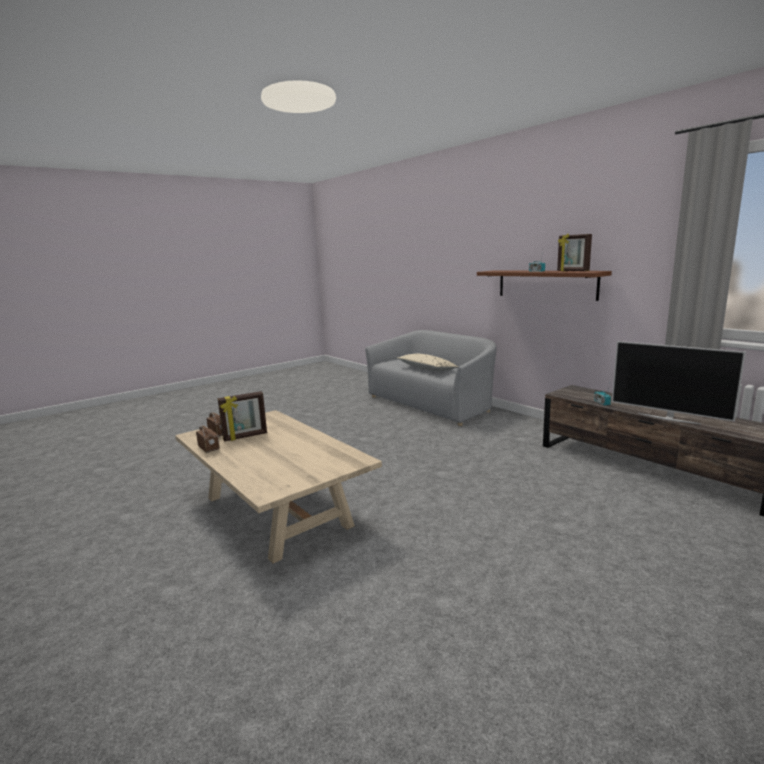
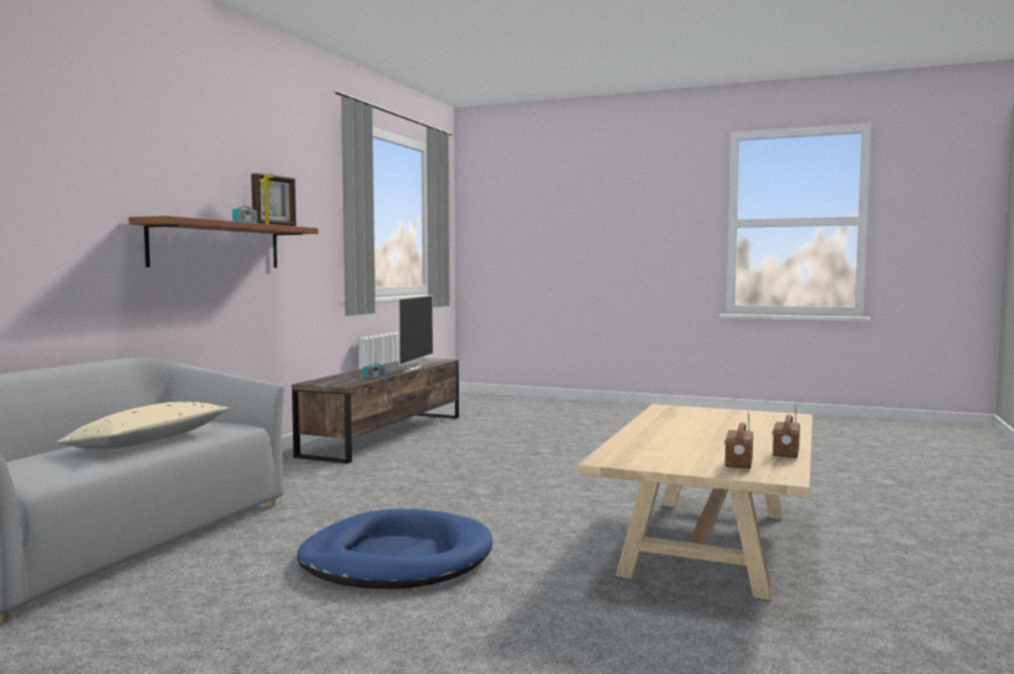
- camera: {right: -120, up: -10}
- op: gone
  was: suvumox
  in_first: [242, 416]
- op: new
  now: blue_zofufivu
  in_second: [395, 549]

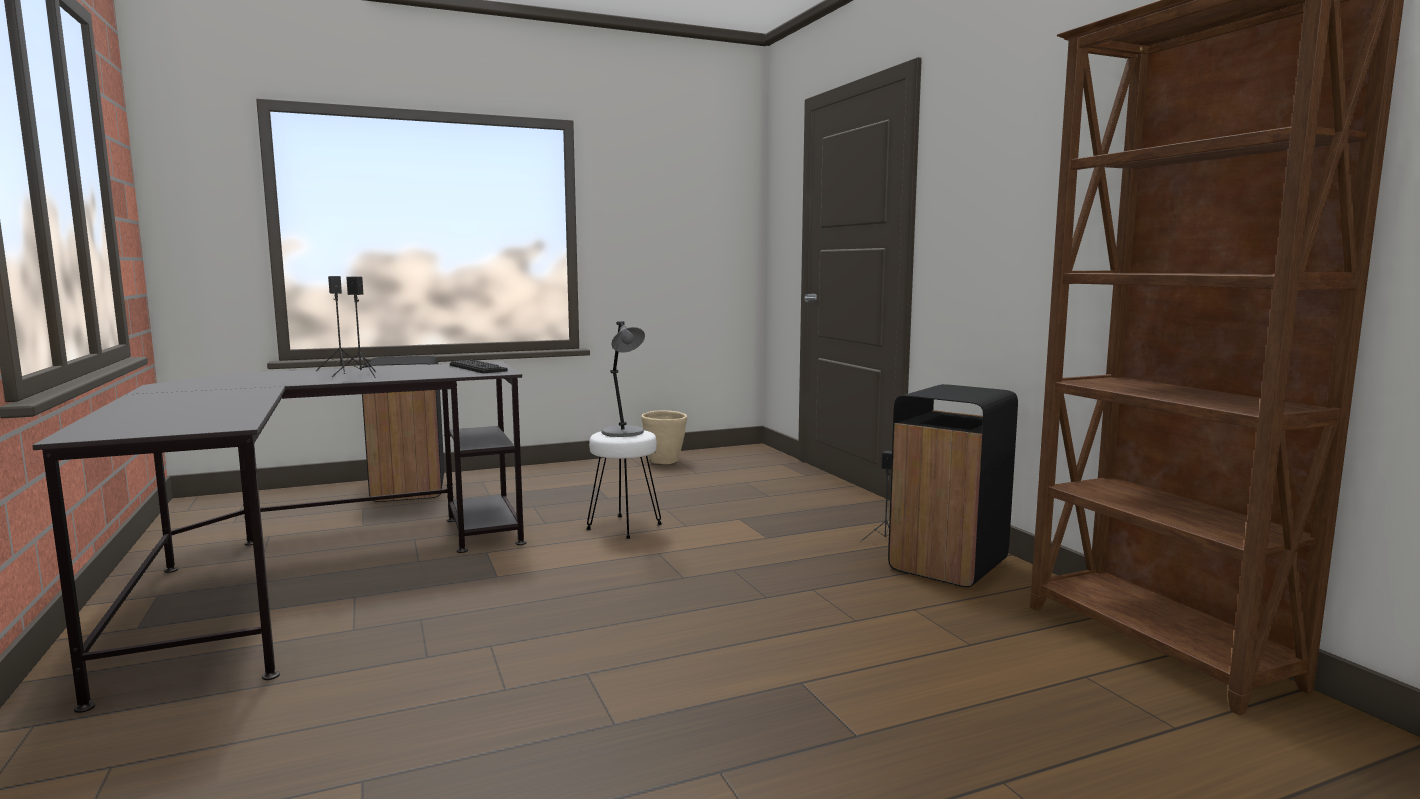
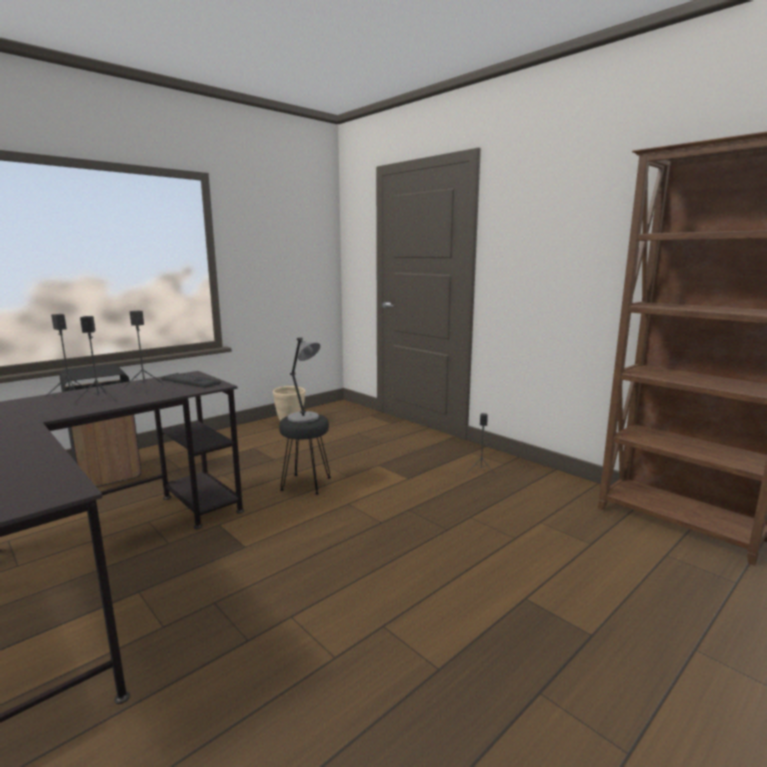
- camera: {right: -20, up: 5}
- op: repainted
  was: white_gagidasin
  now: black_gagidasin
  in_first: [624, 484]
  in_second: [305, 454]
- op: gone
  was: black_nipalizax
  in_first: [953, 485]
- op: new
  now: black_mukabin
  in_second: [143, 351]

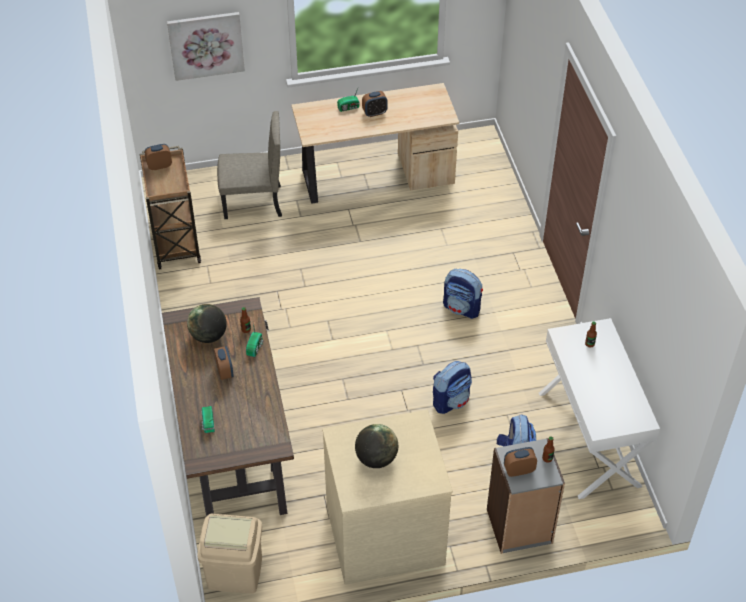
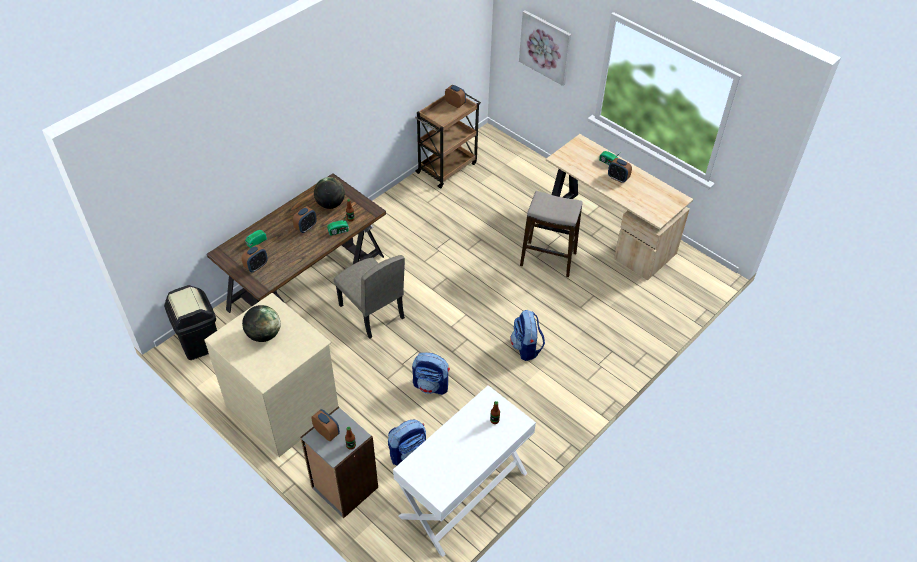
- camera: {right: 55, up: 0}
- op: repainted
  was: beige_nipalizax
  now: black_nipalizax
  in_first: [229, 553]
  in_second: [190, 322]
- op: shifted
  was: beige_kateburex
  in_first: [249, 165]
  in_second: [369, 297]
- op: new
  now: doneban
  in_second: [254, 258]
- op: new
  now: gagidasin
  in_second: [551, 234]

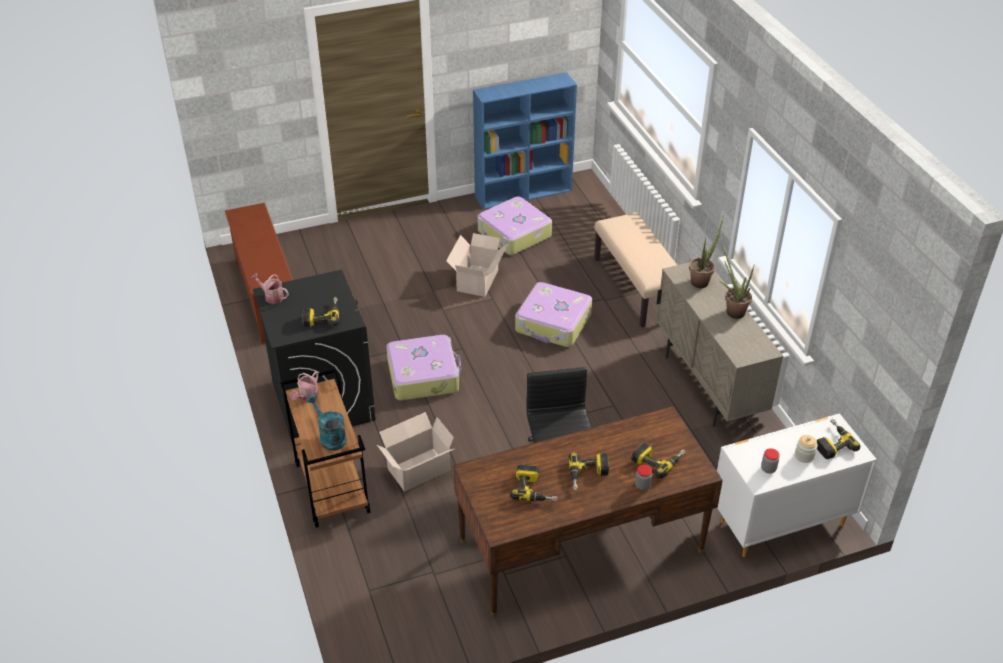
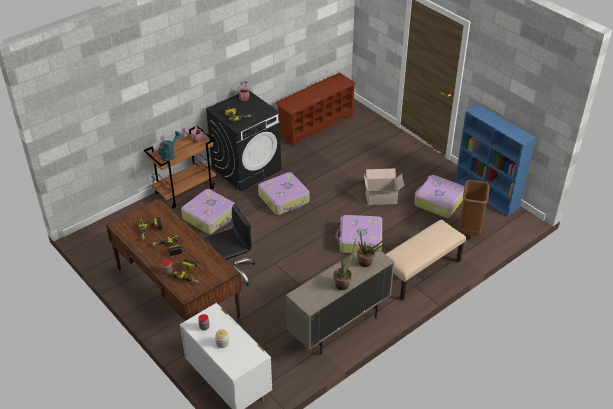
- camera: {right: 70, up: 0}
- op: swapped
  was: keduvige
  now: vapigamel
  in_first: [415, 451]
  in_second: [208, 211]
- op: gone
  was: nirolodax
  in_first: [838, 439]
- op: new
  now: brown_nipalizax
  in_second: [474, 208]

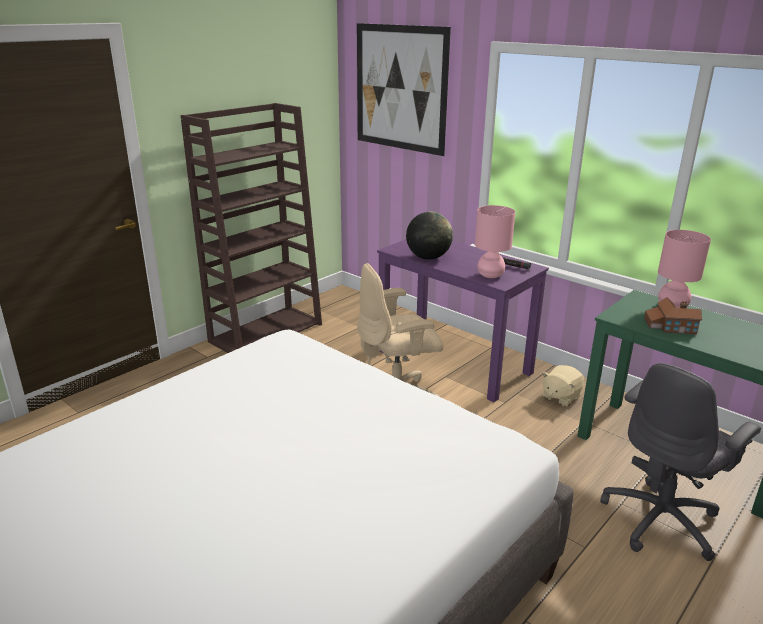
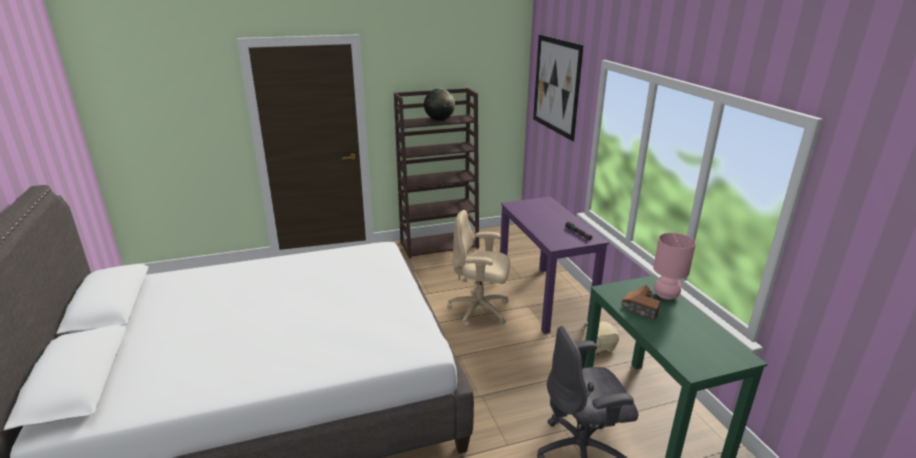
- camera: {right: 30, up: 0}
- op: shifted
  was: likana
  in_first: [429, 236]
  in_second: [439, 104]
- op: gone
  was: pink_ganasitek
  in_first: [495, 241]

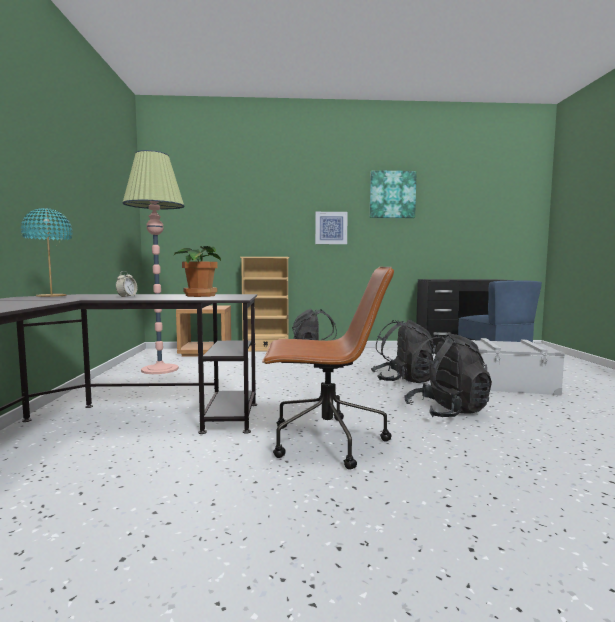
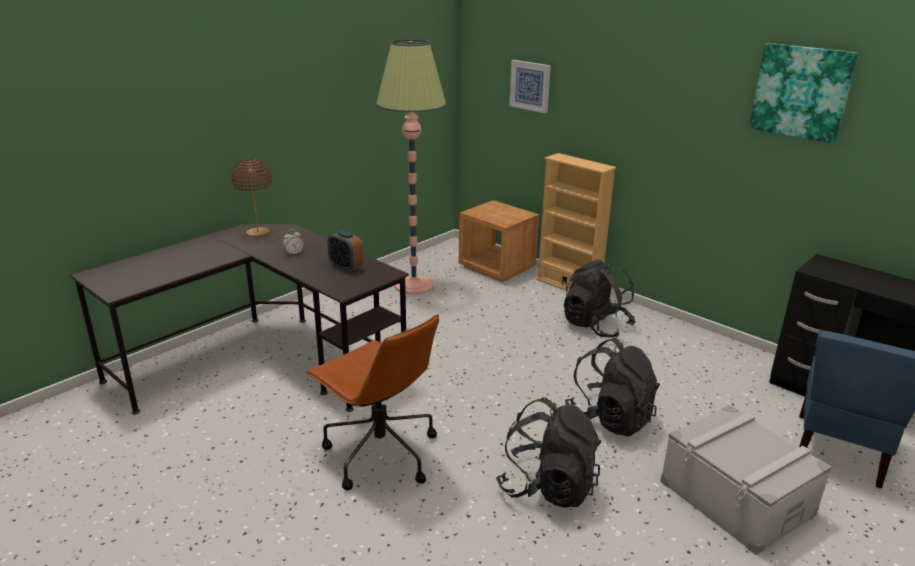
- camera: {right: 45, up: 20}
- op: repainted
  was: turquoise_ganasitek
  now: brown_ganasitek
  in_first: [47, 252]
  in_second: [251, 198]
- op: swapped
  was: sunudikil
  now: doneban
  in_first: [197, 271]
  in_second: [345, 251]
- op: shifted
  was: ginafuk
  in_first: [331, 228]
  in_second: [530, 86]

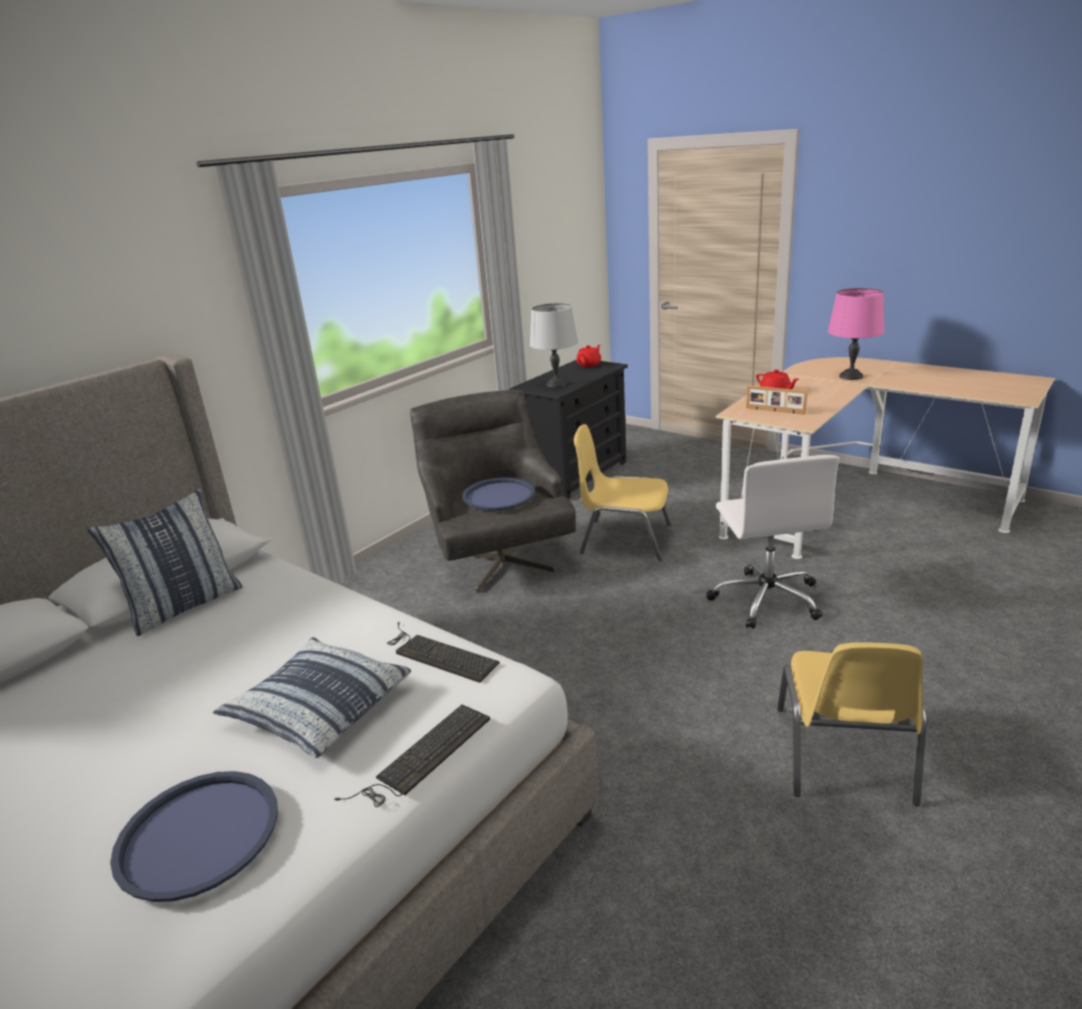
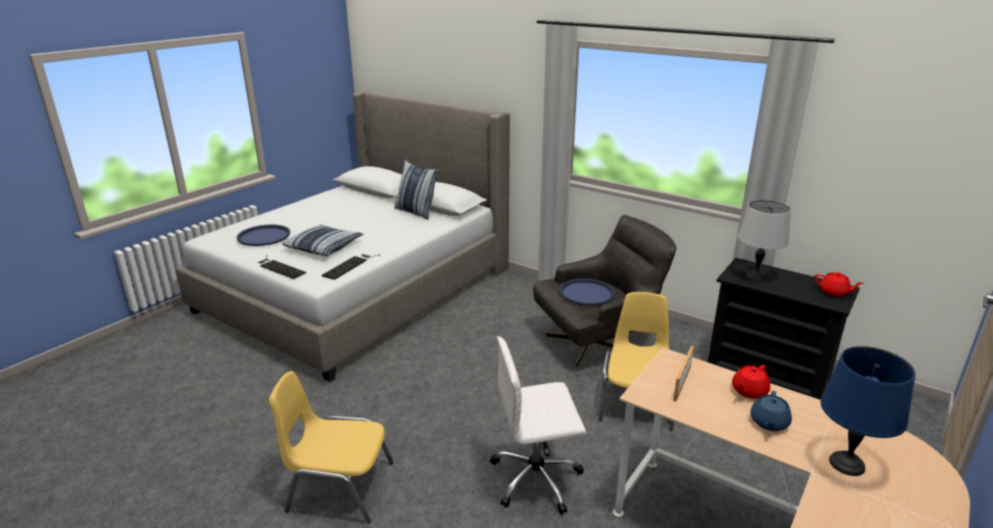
- camera: {right: 85, up: 0}
- op: repainted
  was: pink_ganasitek
  now: blue_ganasitek
  in_first: [856, 334]
  in_second: [868, 411]
- op: new
  now: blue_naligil
  in_second: [771, 411]

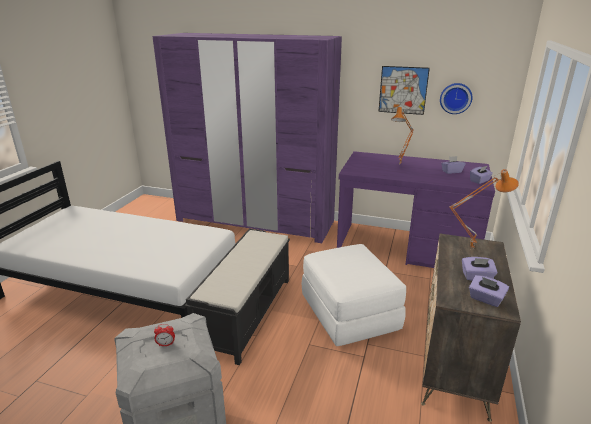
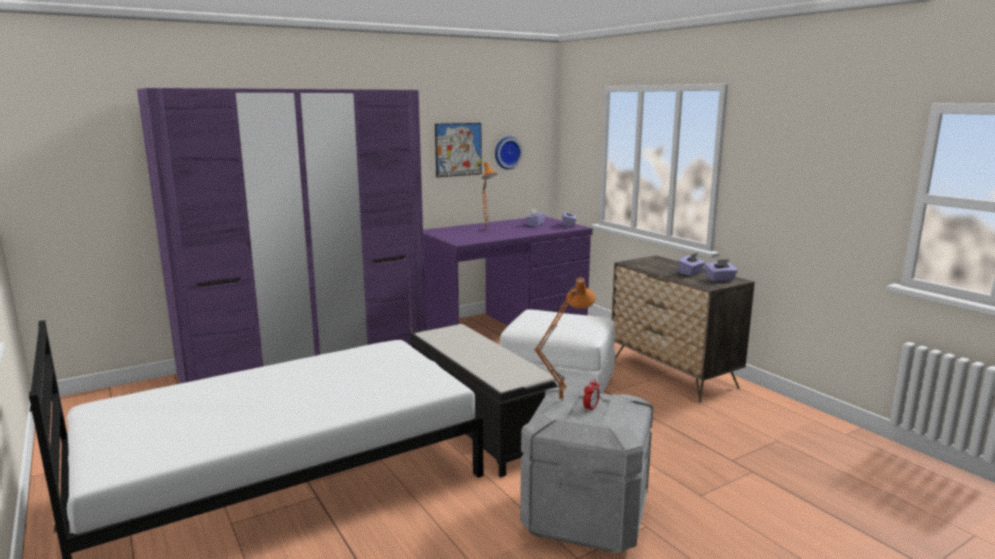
- camera: {right: -50, up: -10}
- op: shifted
  was: orange_ganasitek
  in_first: [484, 209]
  in_second: [565, 339]

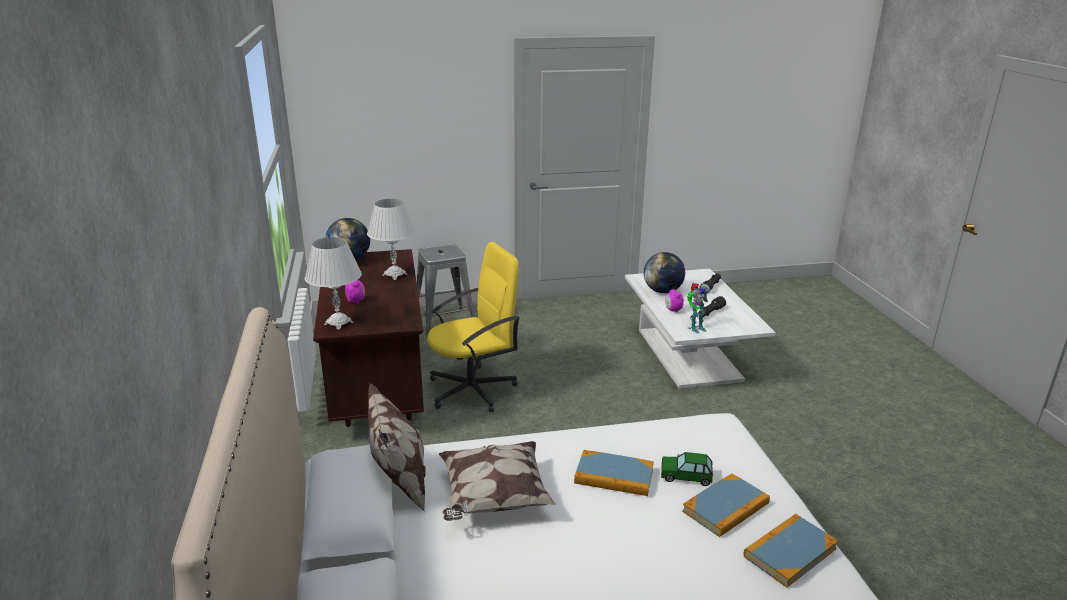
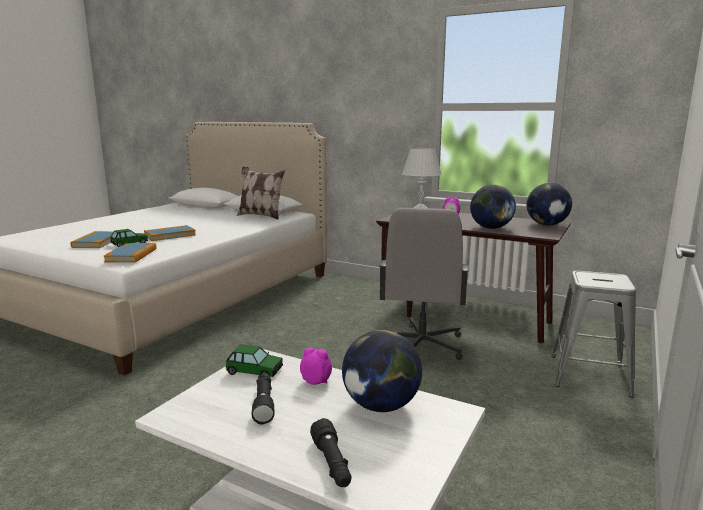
- camera: {right: 130, up: -10}
- op: swapped
  was: white_ganasitek
  now: likana
  in_first: [391, 239]
  in_second: [493, 207]
- op: repainted
  was: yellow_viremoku
  now: grey_viremoku
  in_first: [473, 327]
  in_second: [423, 284]
- op: gone
  was: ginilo
  in_first: [497, 481]
- op: swapped
  was: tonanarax
  now: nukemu
  in_first: [699, 308]
  in_second: [254, 360]
- op: shifted
  was: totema
  in_first: [791, 550]
  in_second: [130, 253]

